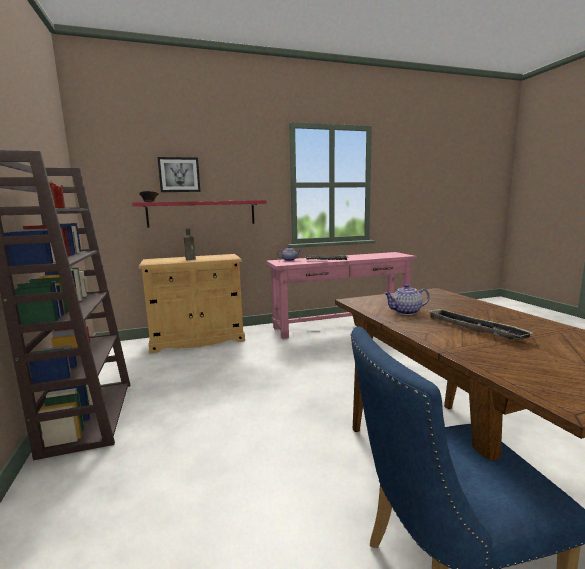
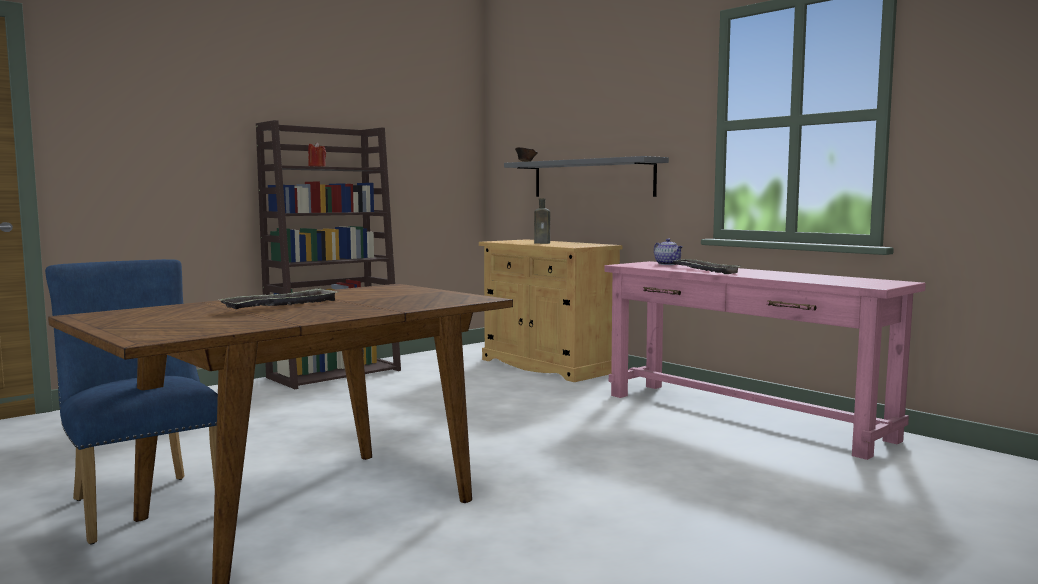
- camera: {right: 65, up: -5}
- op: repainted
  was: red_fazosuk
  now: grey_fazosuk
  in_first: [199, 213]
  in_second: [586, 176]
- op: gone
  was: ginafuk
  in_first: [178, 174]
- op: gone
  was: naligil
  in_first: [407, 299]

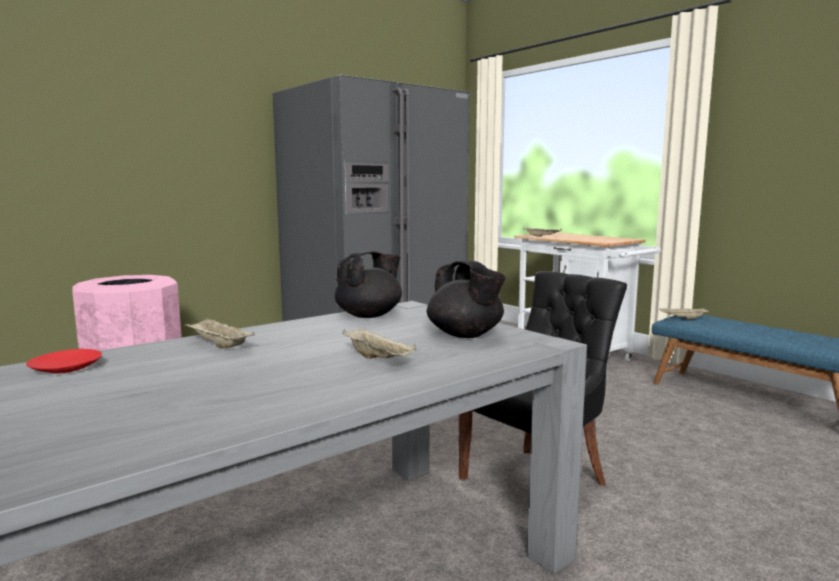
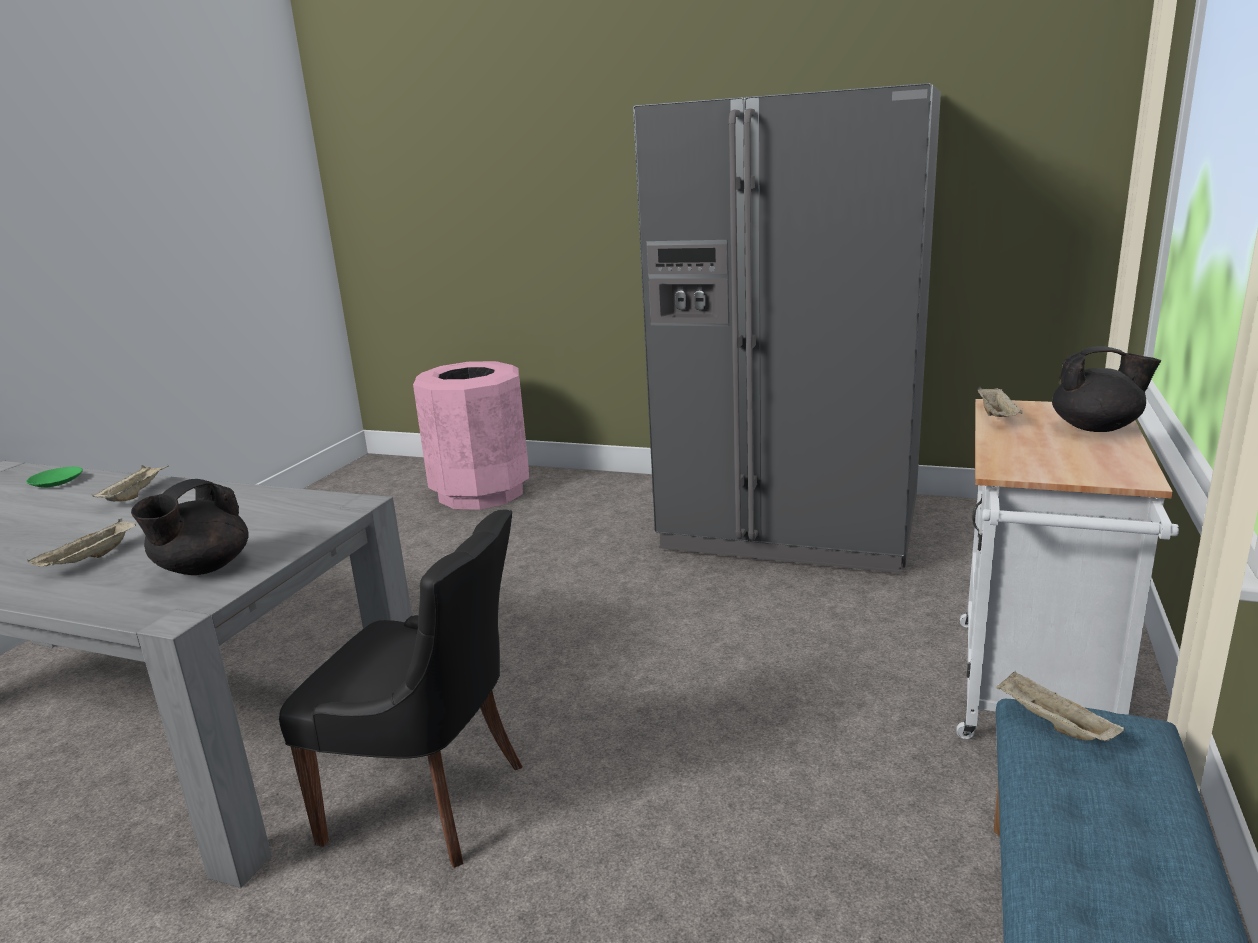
- camera: {right: 60, up: 10}
- op: repainted
  was: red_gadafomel
  now: green_gadafomel
  in_first: [64, 361]
  in_second: [54, 477]
- op: shifted
  was: black_naligil
  in_first: [368, 284]
  in_second: [1106, 389]

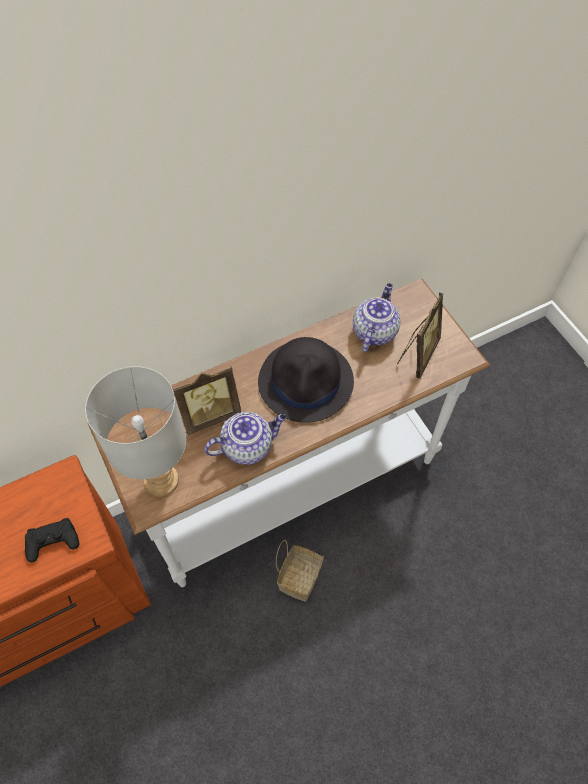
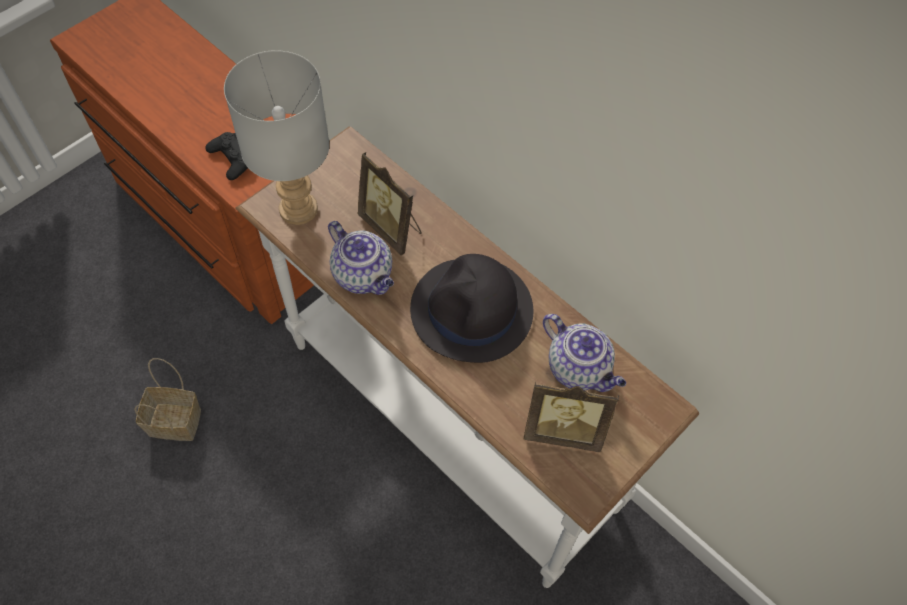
- camera: {right: 70, up: 0}
- op: shifted
  was: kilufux
  in_first: [300, 571]
  in_second: [167, 399]
- op: rotated
  was: naligil
  in_first: [376, 317]
  in_second: [584, 353]
  clockwise: 45

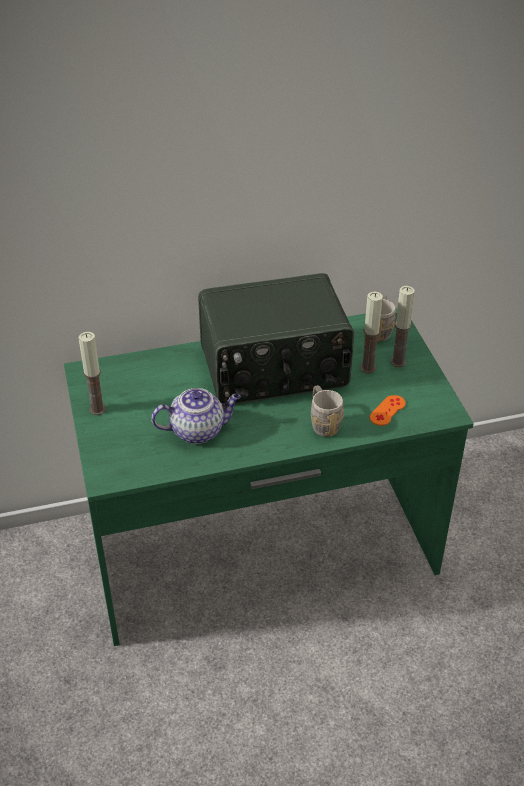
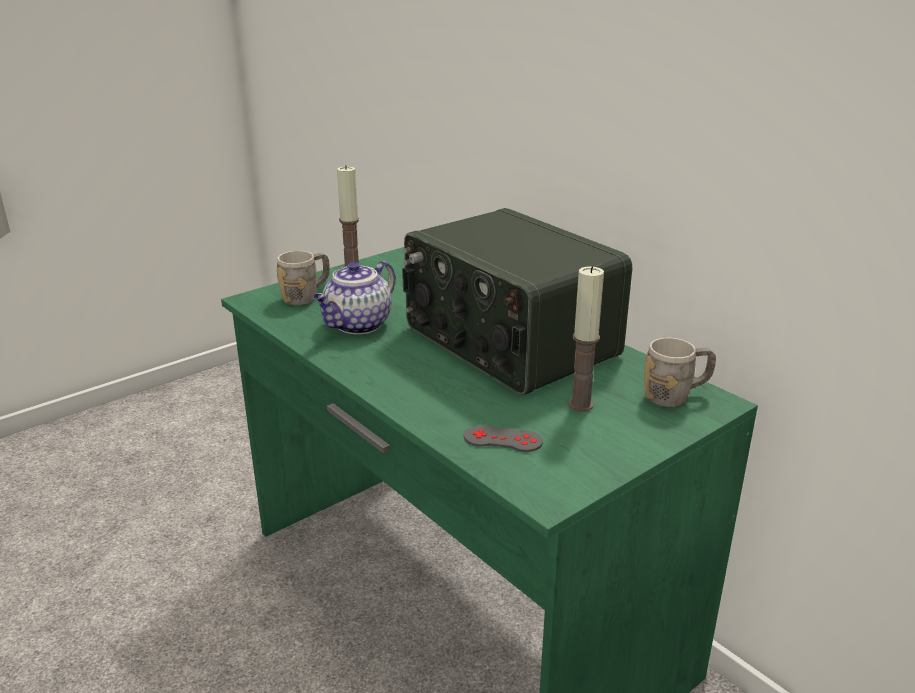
- camera: {right: 65, up: -15}
- op: rotated
  was: naligil
  in_first: [196, 416]
  in_second: [354, 297]
  clockwise: 75
- op: shifted
  was: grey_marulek
  in_first: [328, 411]
  in_second: [303, 278]
- op: repainted
  was: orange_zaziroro
  now: grey_zaziroro
  in_first: [388, 410]
  in_second: [503, 438]
- op: gone
  was: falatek
  in_first: [403, 326]

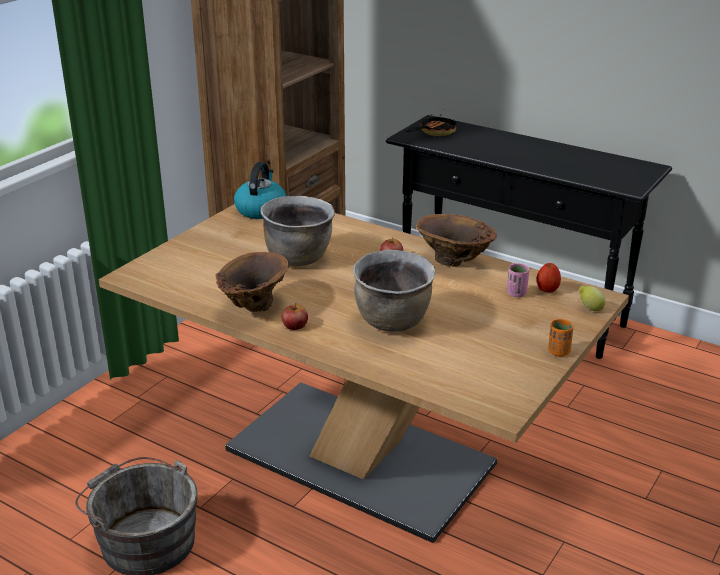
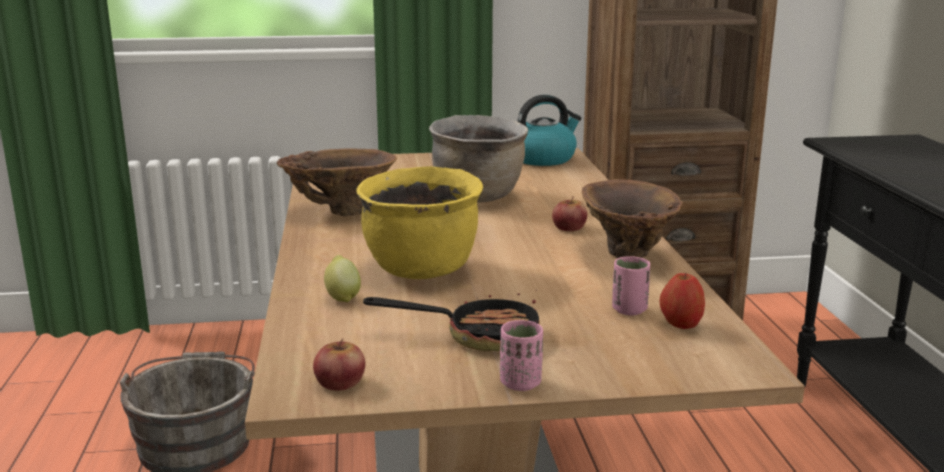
- camera: {right: 50, up: -10}
- op: shifted
  was: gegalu
  in_first: [295, 317]
  in_second: [339, 365]
- op: repainted
  was: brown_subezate
  now: yellow_subezate
  in_first: [394, 290]
  in_second: [419, 222]
- op: shifted
  was: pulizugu
  in_first: [430, 125]
  in_second: [451, 320]
- op: repainted
  was: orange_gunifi
  now: pink_gunifi
  in_first: [561, 338]
  in_second: [521, 355]
- op: shifted
  was: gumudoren
  in_first: [592, 298]
  in_second: [342, 278]

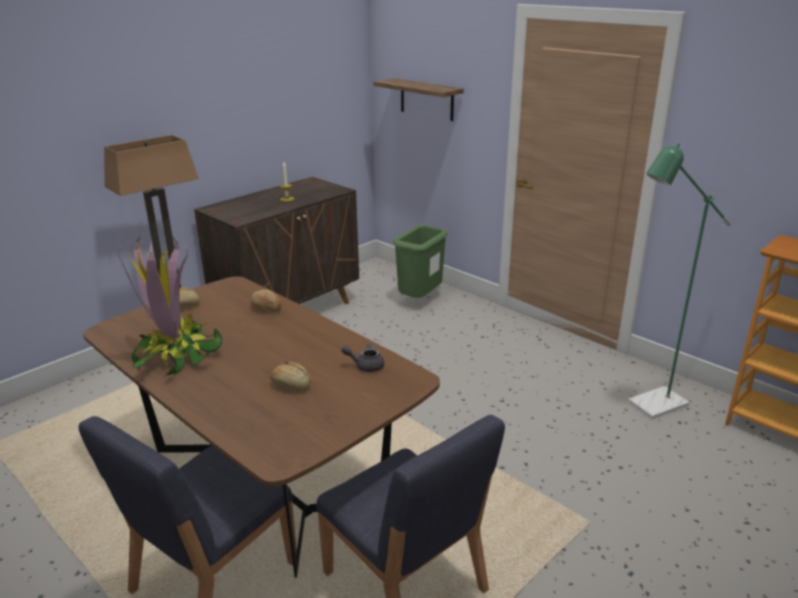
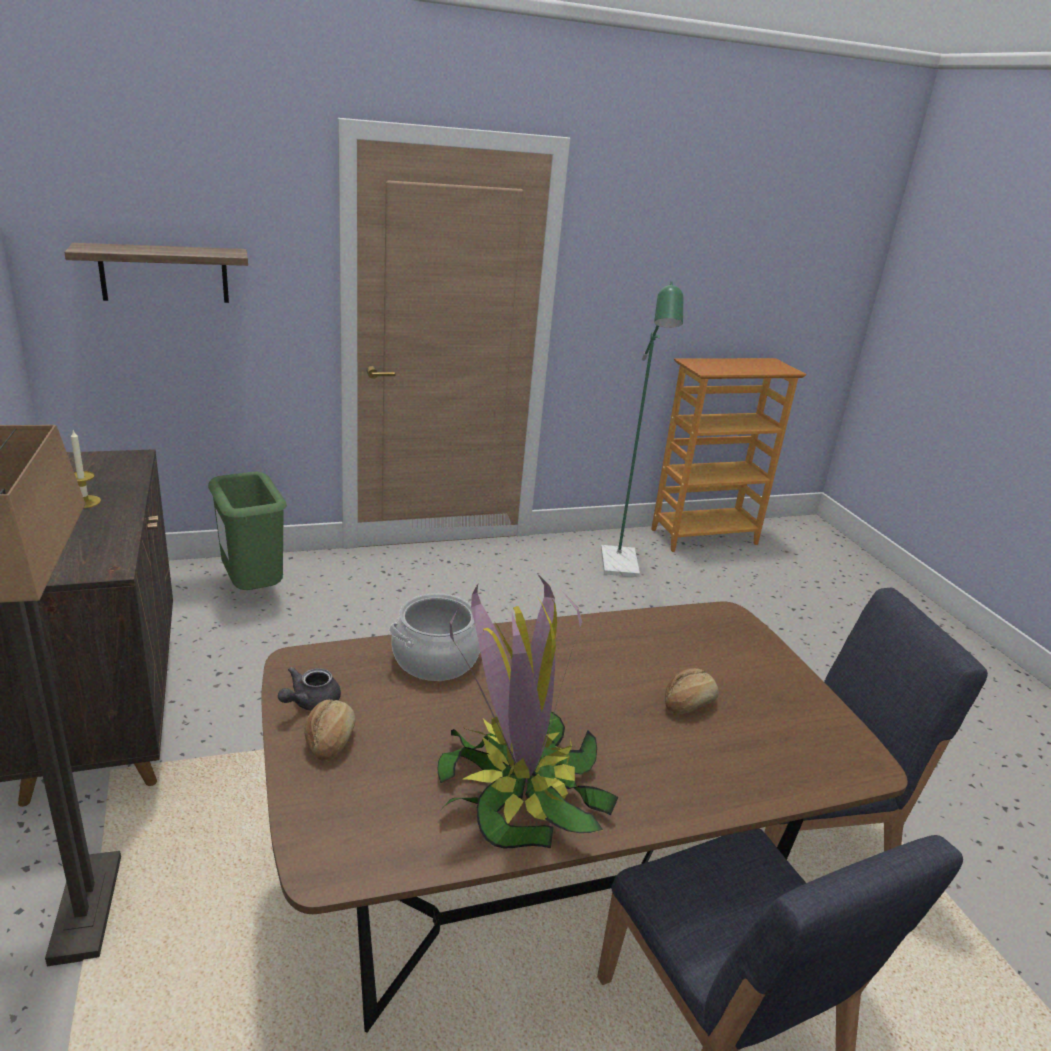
- camera: {right: -65, up: 0}
- op: swapped
  was: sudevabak
  now: subezate
  in_first: [266, 301]
  in_second: [434, 637]
- op: shifted
  was: grey_naligil
  in_first: [362, 357]
  in_second: [309, 689]

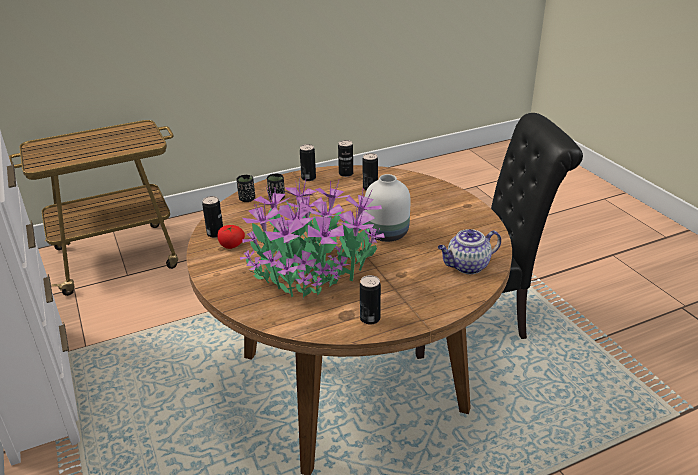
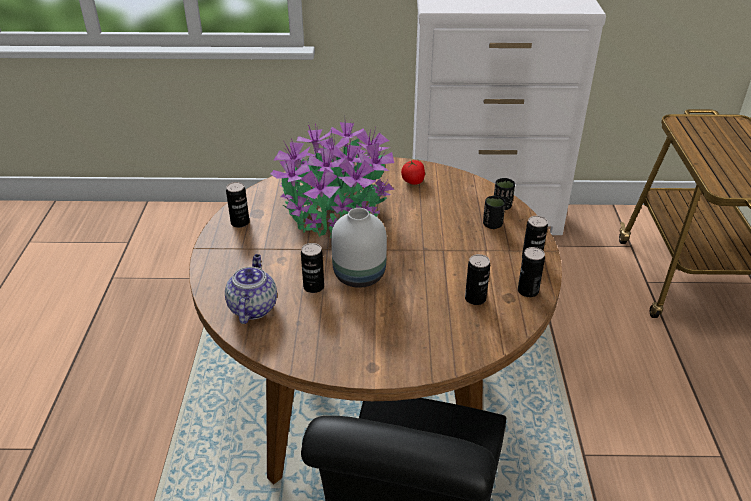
- camera: {right: 115, up: 5}
- op: shifted
  was: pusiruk
  in_first: [212, 217]
  in_second: [312, 268]

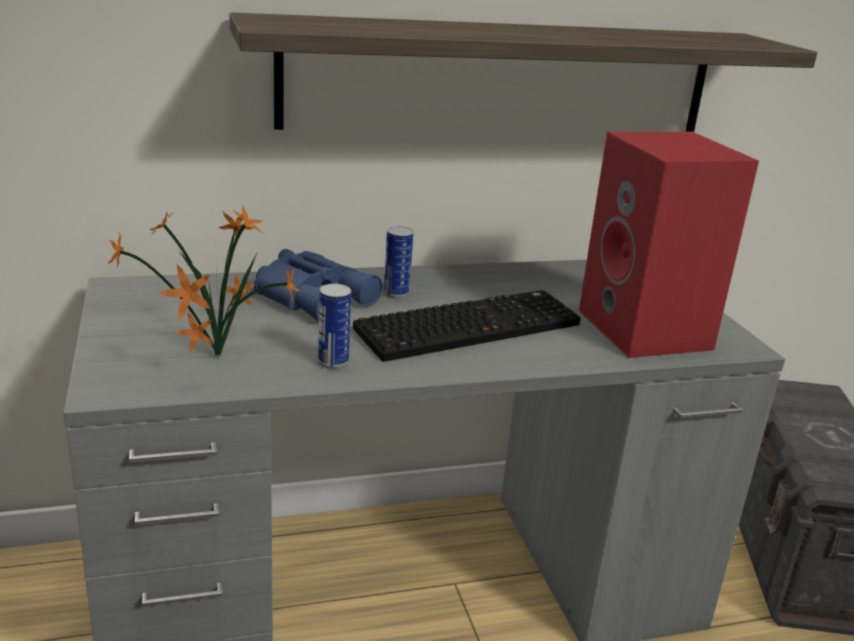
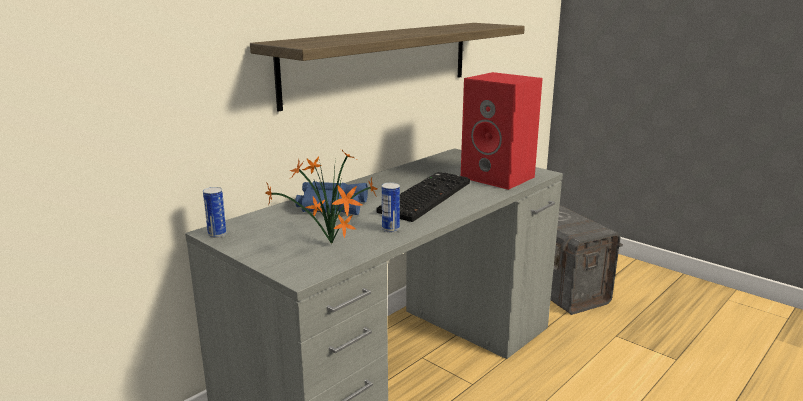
- camera: {right: -30, up: -5}
- op: shifted
  was: pusiruk
  in_first: [398, 262]
  in_second: [215, 212]

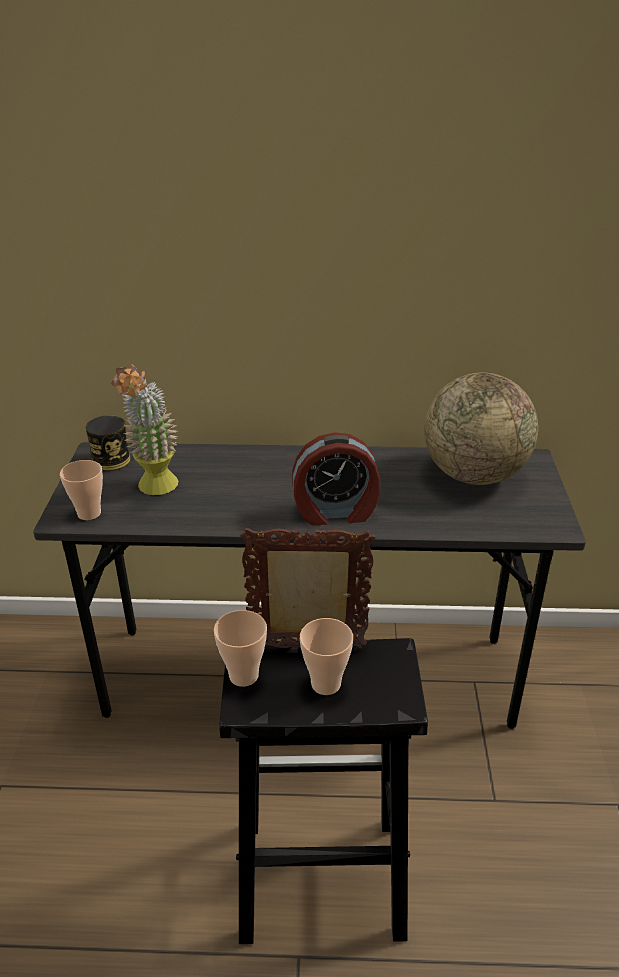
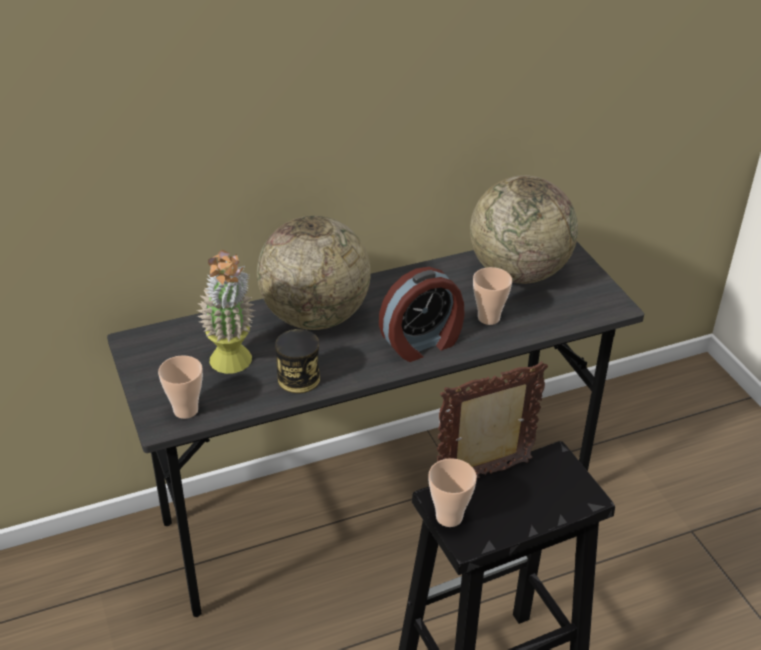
- camera: {right: -25, up: 5}
- op: shifted
  was: pusiruk
  in_first: [108, 443]
  in_second: [297, 361]
- op: shifted
  was: gunifi
  in_first: [326, 656]
  in_second: [492, 296]
- op: new
  now: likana
  in_second: [314, 273]

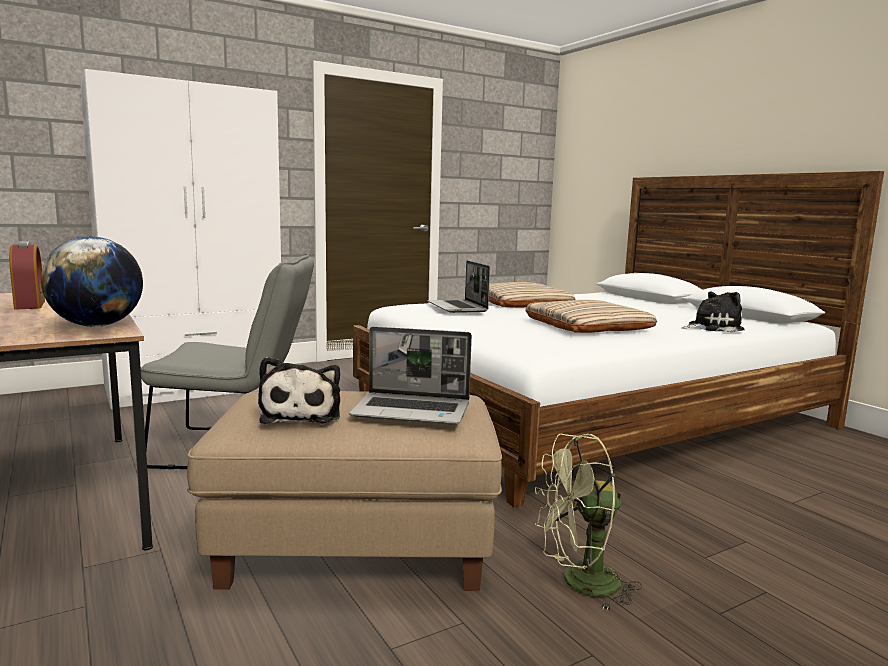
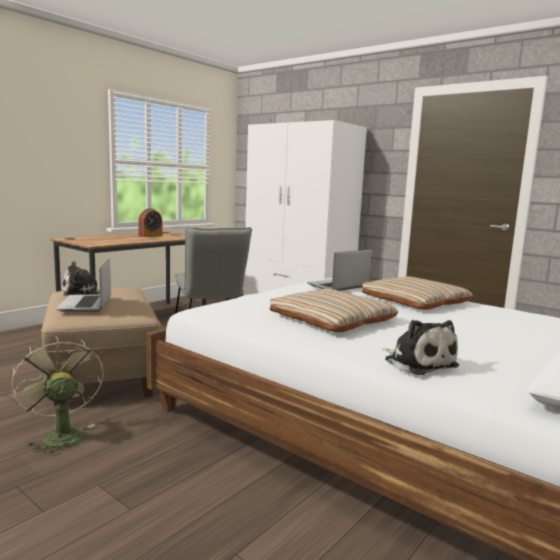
- camera: {right: 70, up: 0}
- op: gone
  was: likana
  in_first: [92, 281]

